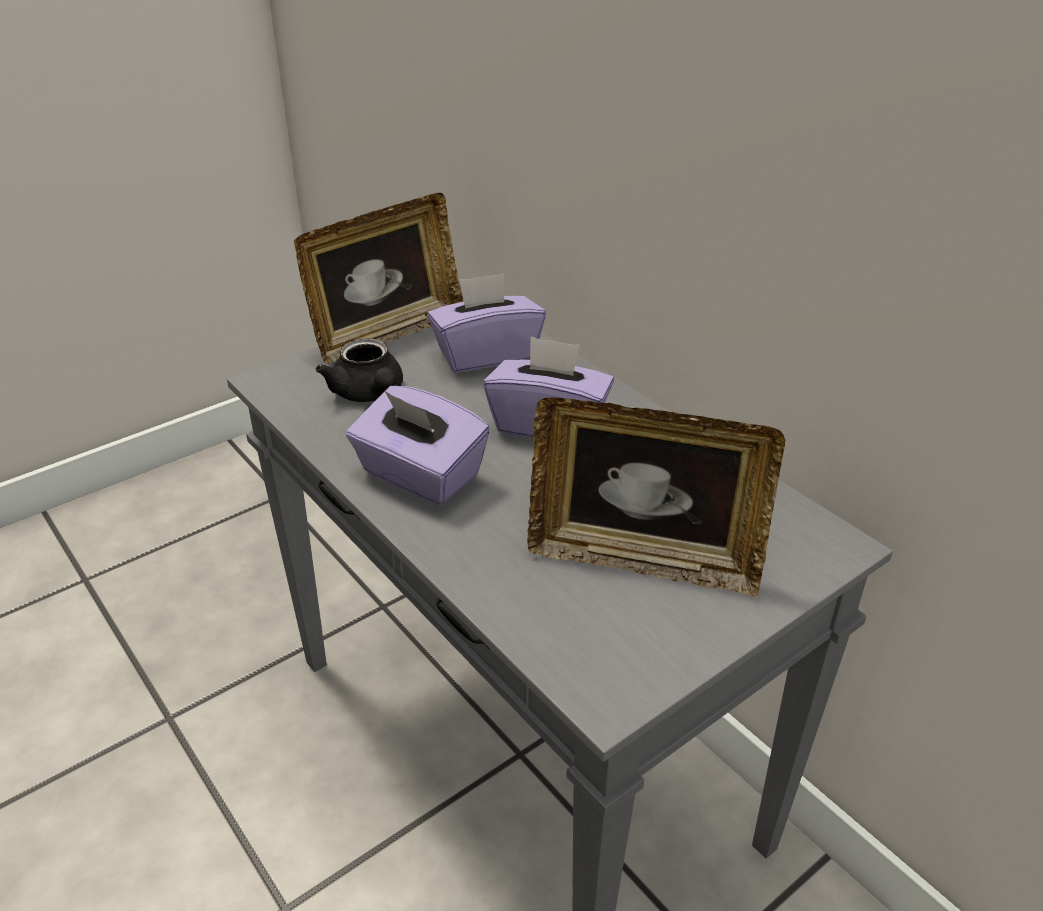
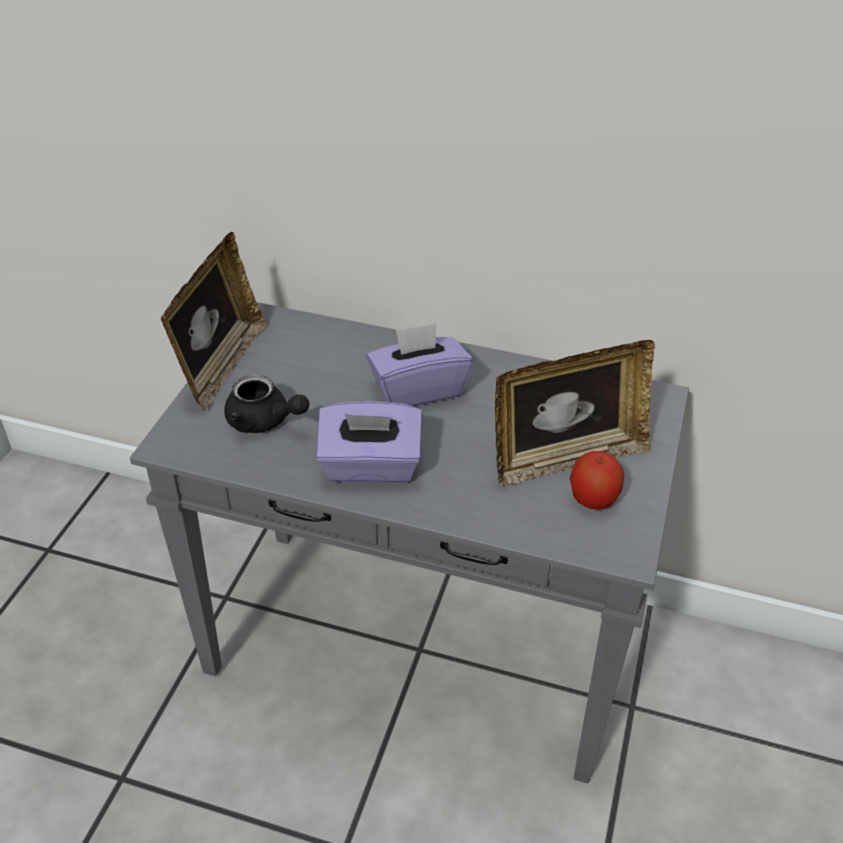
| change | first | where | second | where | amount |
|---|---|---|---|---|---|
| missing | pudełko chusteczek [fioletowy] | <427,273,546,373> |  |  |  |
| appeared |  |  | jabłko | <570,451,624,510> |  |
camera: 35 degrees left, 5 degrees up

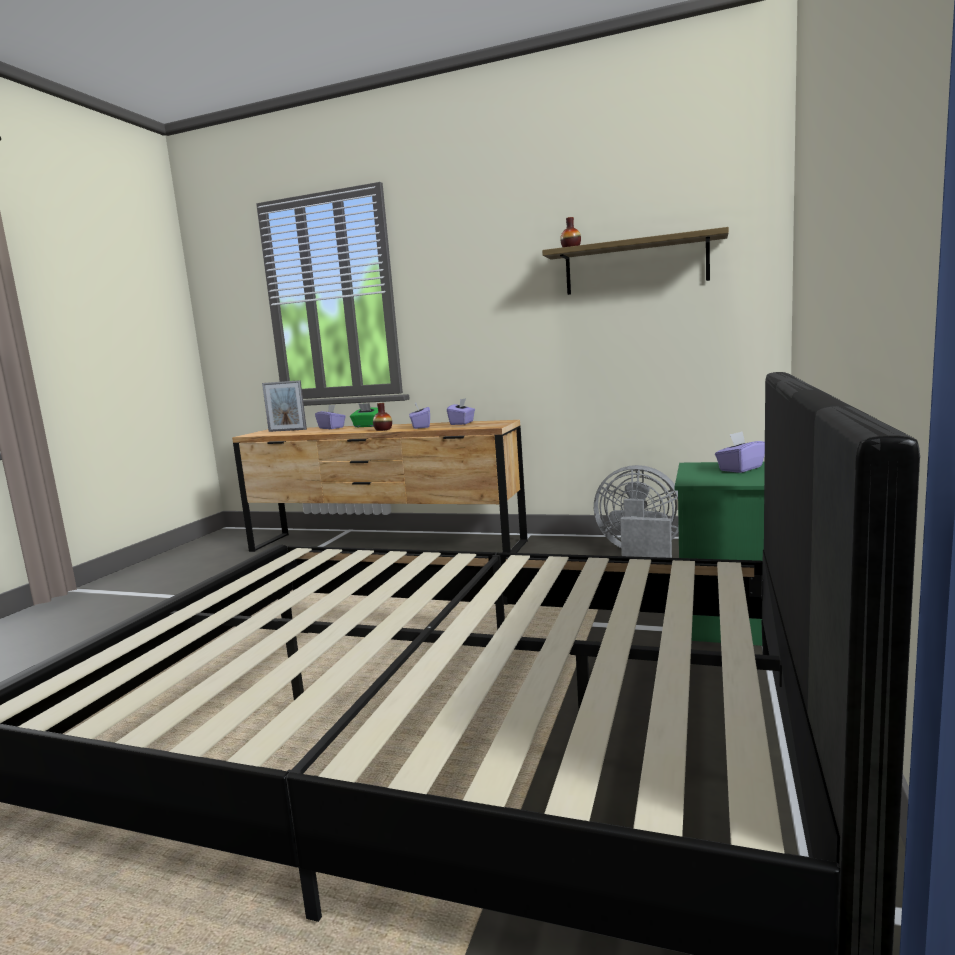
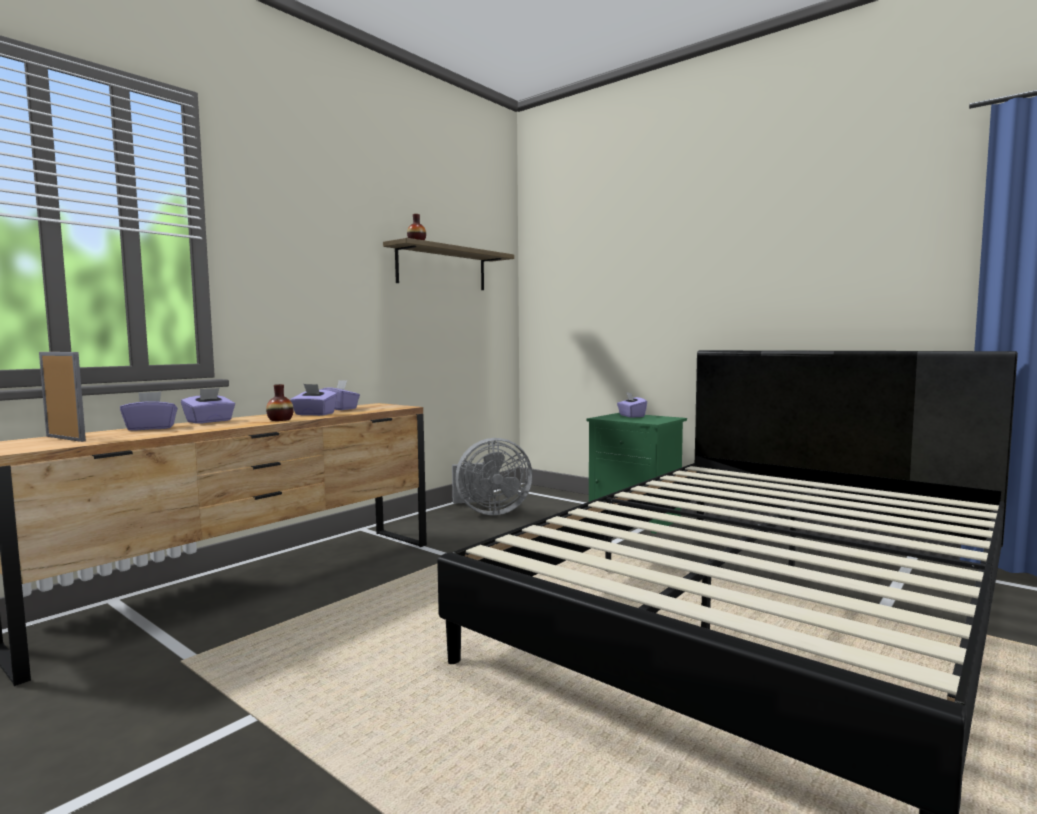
| change | first | where | second | where | amount |
|---|---|---|---|---|---|
| spun | ramka na zdjęcie | <262,380,307,432> |  | <39,352,86,442> | 90 degrees counterclockwise |
| colour | pudełko chusteczek [zielony] | <350,403,378,427> | pudełko chusteczek [fioletowy] | <181,388,235,424> |  |
| spun | wentylator [szary] | <594,465,679,558> |  | <452,438,533,515> | 150 degrees counterclockwise |
camera: 70 degrees left, 5 degrees down

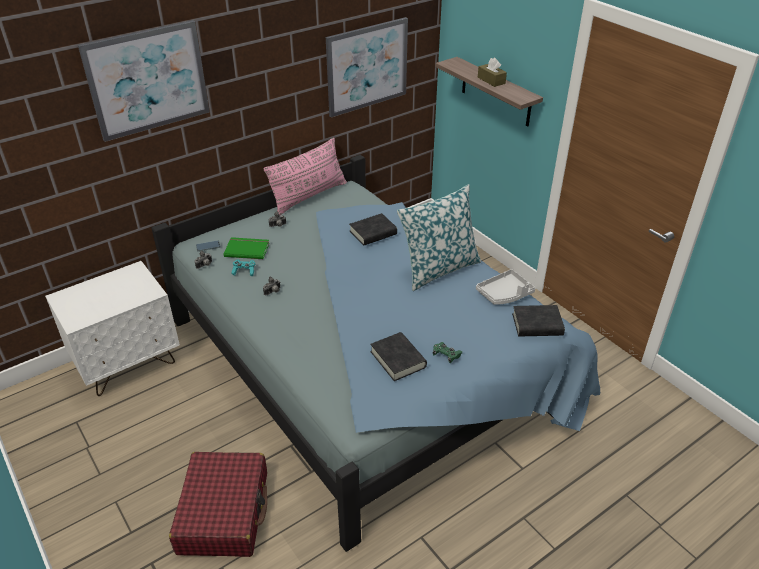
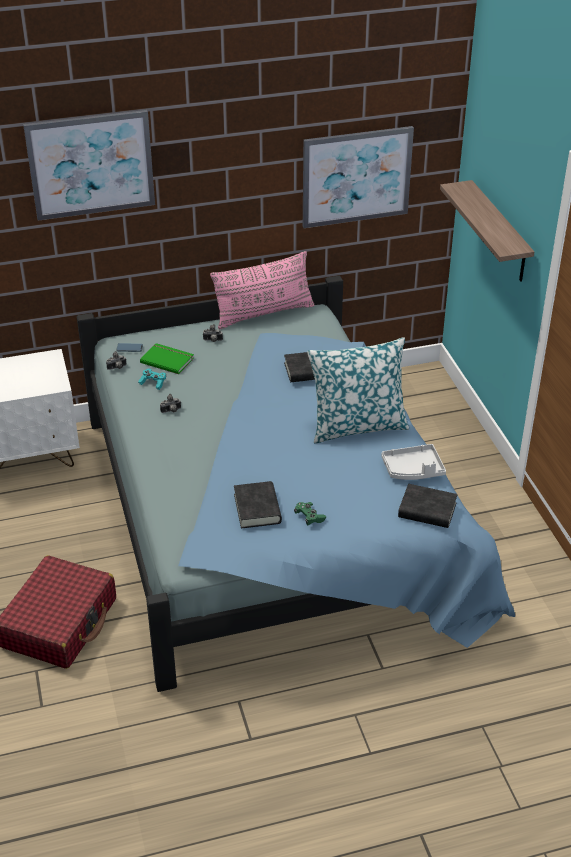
| change | first | where | second | where | amount |
|---|---|---|---|---|---|
| missing | pudełko chusteczek [brązowy] | <478,58,507,87> |  |  |  |
camera: 20 degrees right, 0 degrees up

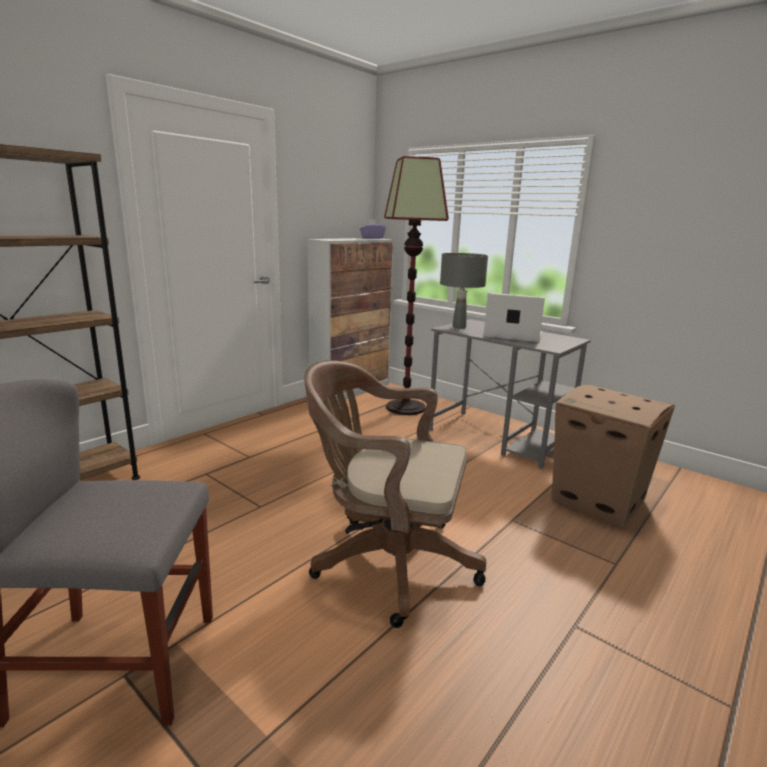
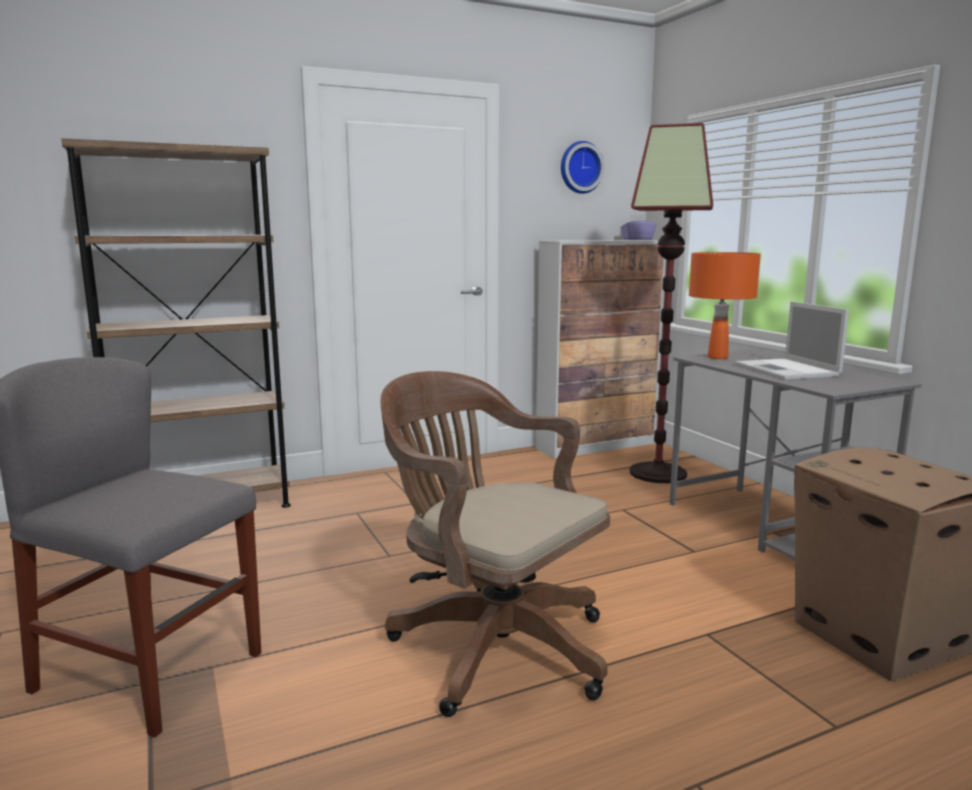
| change | first | where | second | where | amount |
|---|---|---|---|---|---|
| colour | lampa stołowa [szary] | <440,253,488,329> | lampa stołowa [pomarańczowy] | <689,252,761,359> |  |
| spun | laptop | <484,293,545,342> |  | <735,301,849,380> | 150 degrees counterclockwise |
| appeared |  |  | zegar ścienny | <561,141,604,194> |  |
camera: 25 degrees right, 5 degrees down

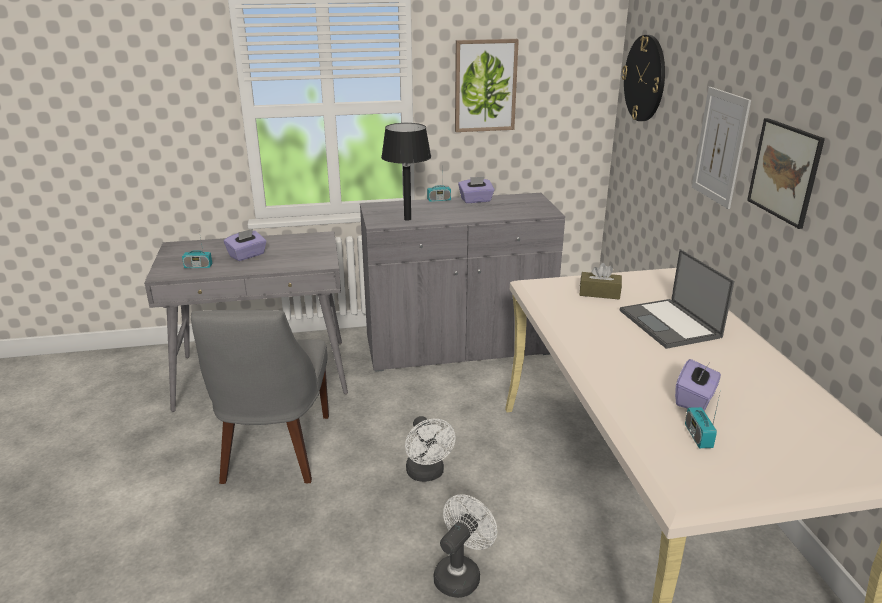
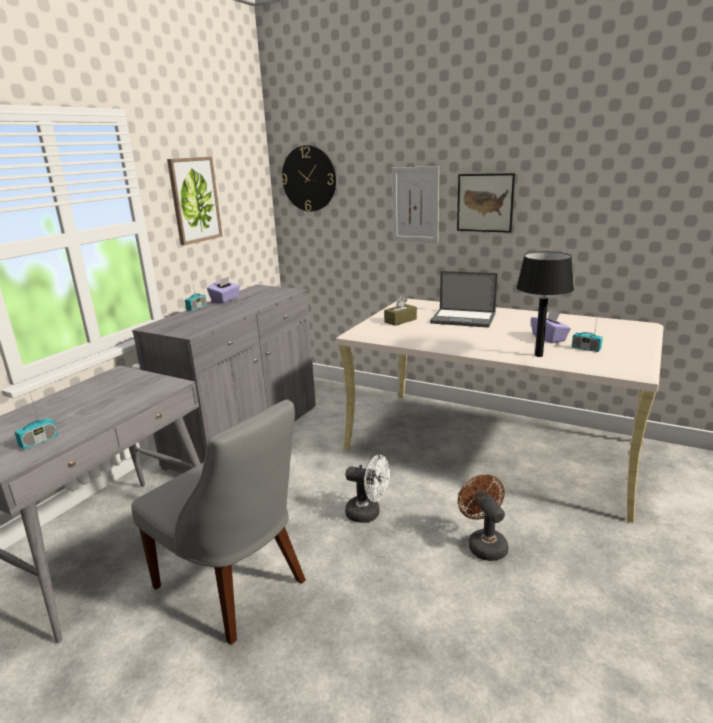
| change | first | where | second | where | amount |
|---|---|---|---|---|---|
| missing | pudełko chusteczek [fioletowy] | <224,229,267,261> |  |  |  |
| relocated | lampa stołowa [czarny] | <381,123,431,221> |  | <516,251,574,357> |  |
| colour | wentylator [biały] | <434,495,497,598> | wentylator [brązowy] | <458,474,508,561> |  |
camera: 50 degrees left, 5 degrees down

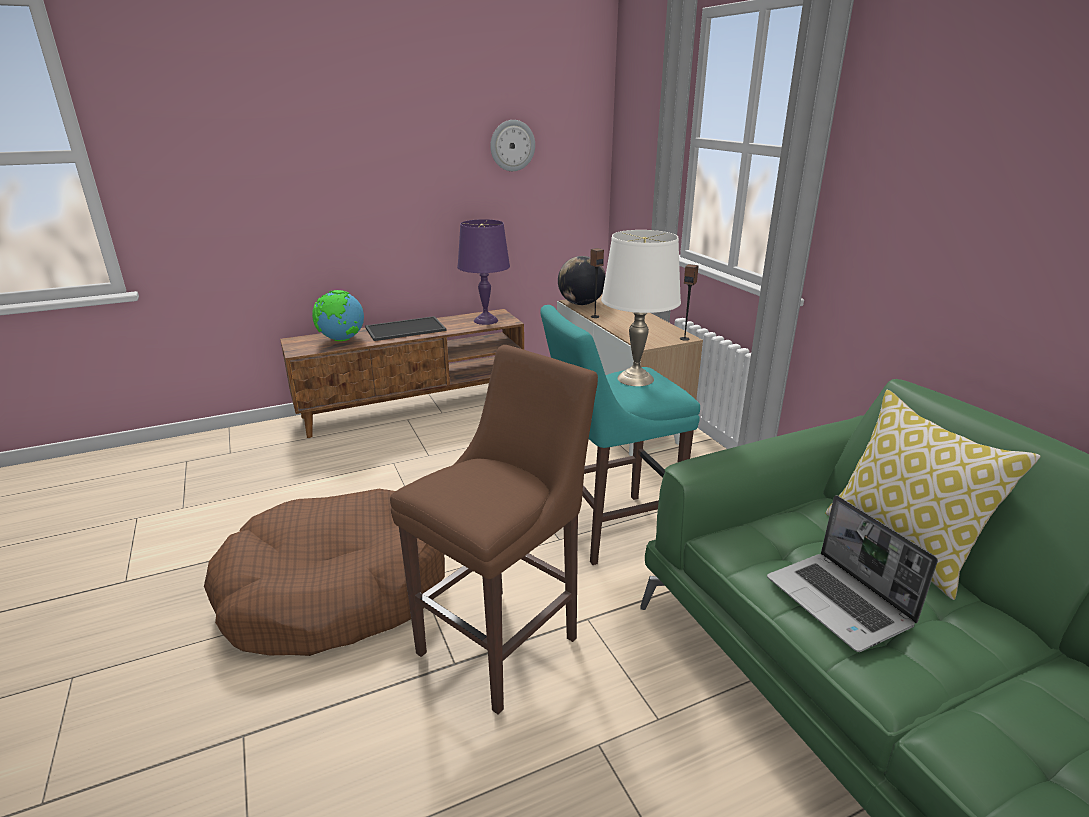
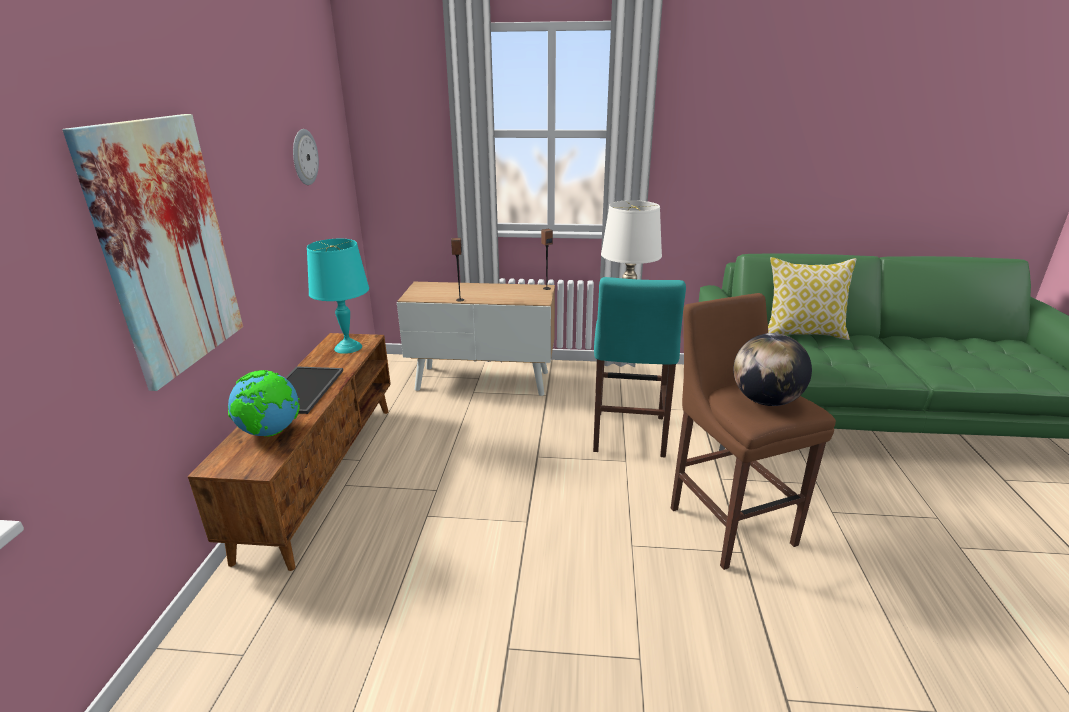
| change | first | where | second | where | amount |
|---|---|---|---|---|---|
| missing | legowisko [brązowy] | <204,489,445,656> |  |  |  |
| colour | lampa stołowa [fioletowy] | <457,219,510,325> | lampa stołowa [turkusowy] | <307,239,369,354> |  |
| relocated | globus | <558,256,606,305> |  | <733,333,812,406> |  |
| missing | laptop | <767,495,938,652> |  |  |  |
| appeared |  |  | obraz | <63,114,243,391> |  |
camera: 60 degrees left, 0 degrees up

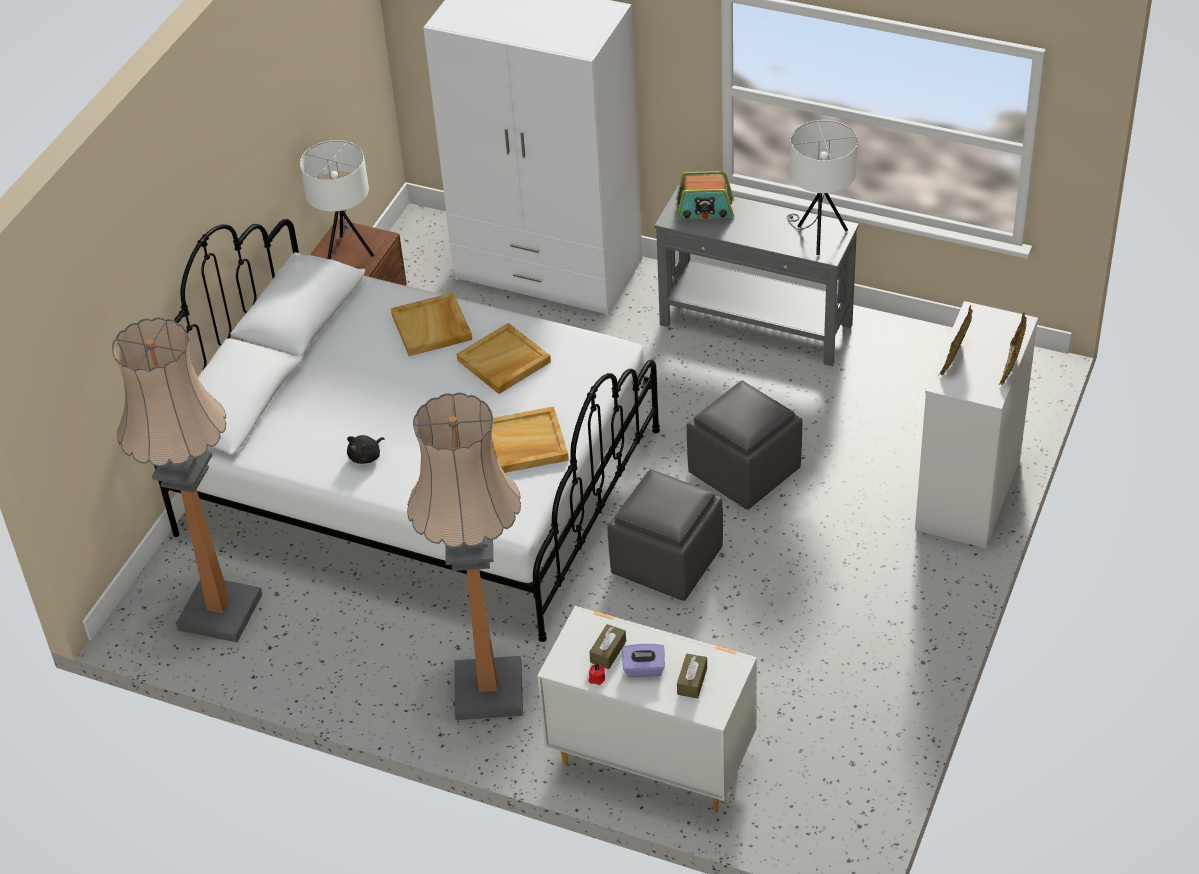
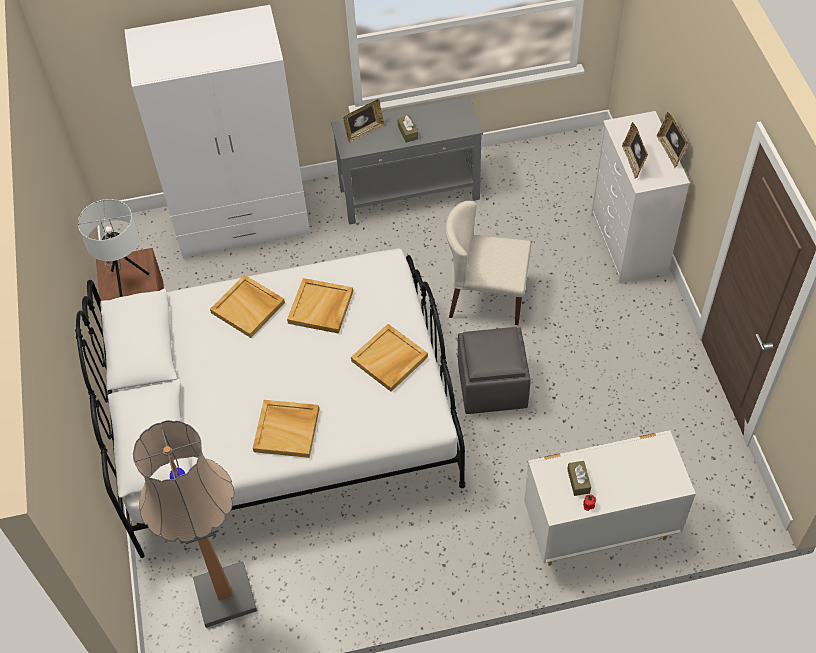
| change | first | where | second | where | amount |
|---|---|---|---|---|---|
| exchanged | pluszak [czarny] | <347,435,385,464> | taca [beżowy] | <253,400,319,458> |  |
| missing | lampa stojąca | <407,392,523,720> |  |  |  |
| missing | pudełko chusteczek [fioletowy] | <622,644,665,677> |  |  |  |
| exchanged | radio | <676,171,734,219> | ramka na zdjęcie | <343,99,385,143> |  |
| relocated | pudełko chusteczek [brązowy] | <677,654,707,698> |  | <397,115,418,143> |  |
| exchanged | pufa [szary] | <687,380,802,510> | krzesło [beżowy] | <445,201,531,325> |  |
| missing | lampa stołowa [biały] | <787,120,858,255> |  |  |  |
camera: 35 degrees left, 10 degrees up

